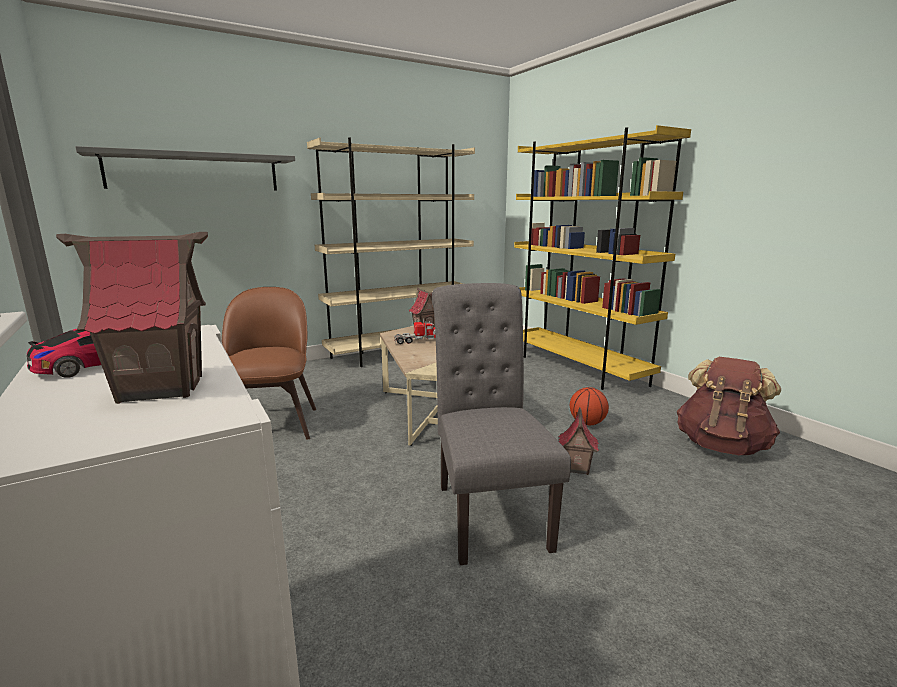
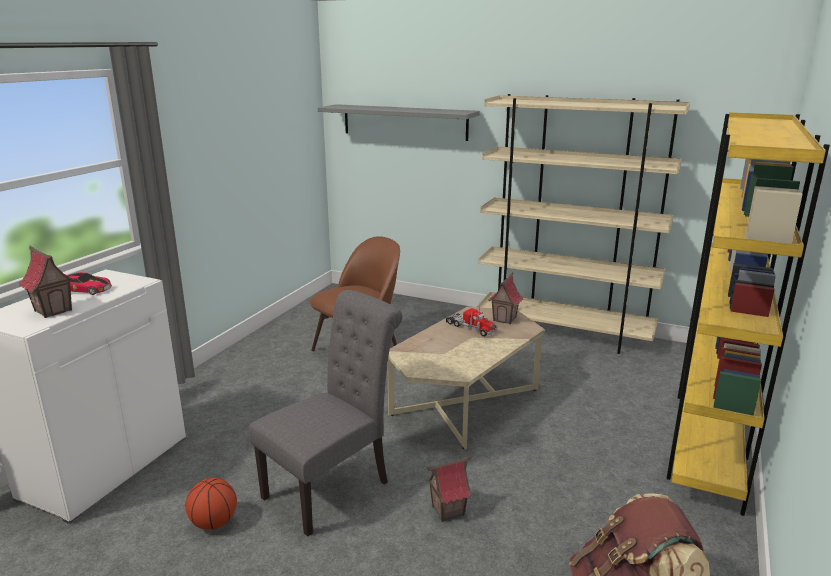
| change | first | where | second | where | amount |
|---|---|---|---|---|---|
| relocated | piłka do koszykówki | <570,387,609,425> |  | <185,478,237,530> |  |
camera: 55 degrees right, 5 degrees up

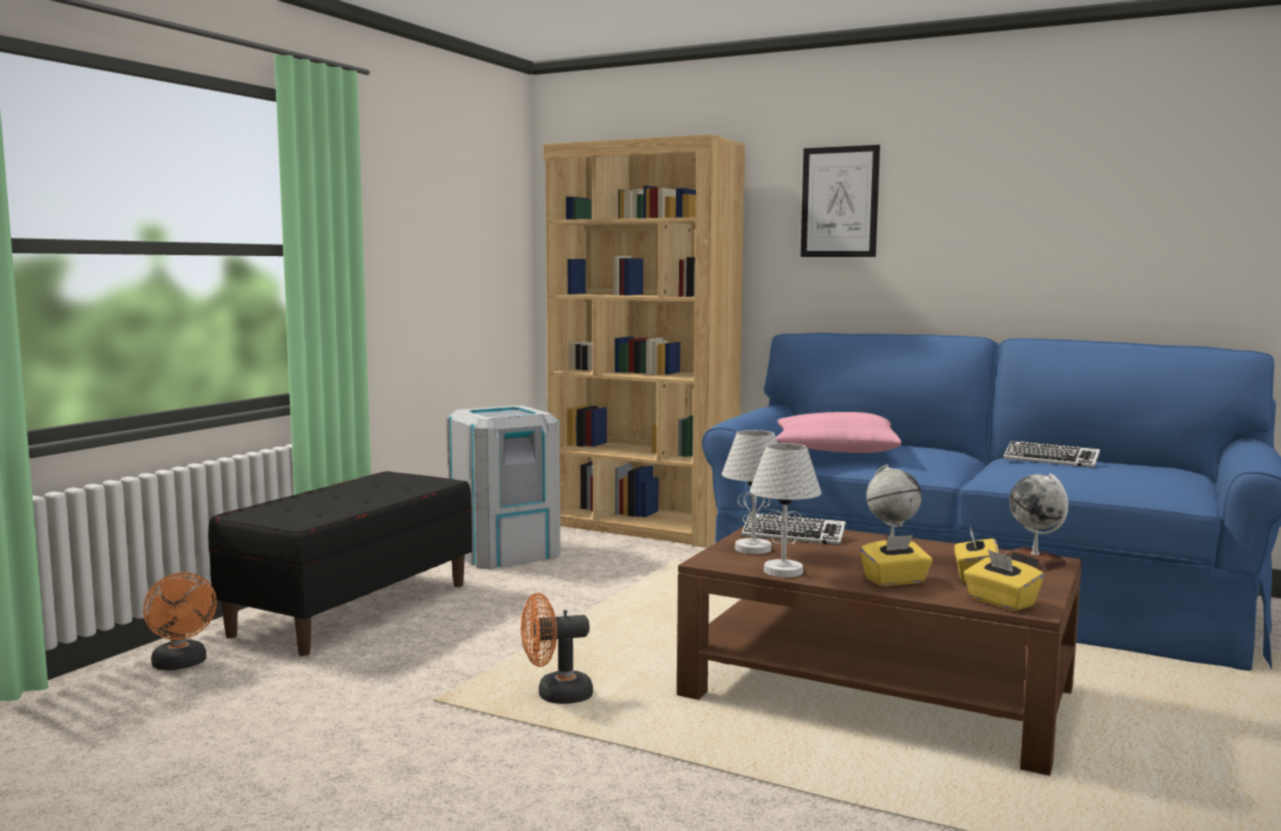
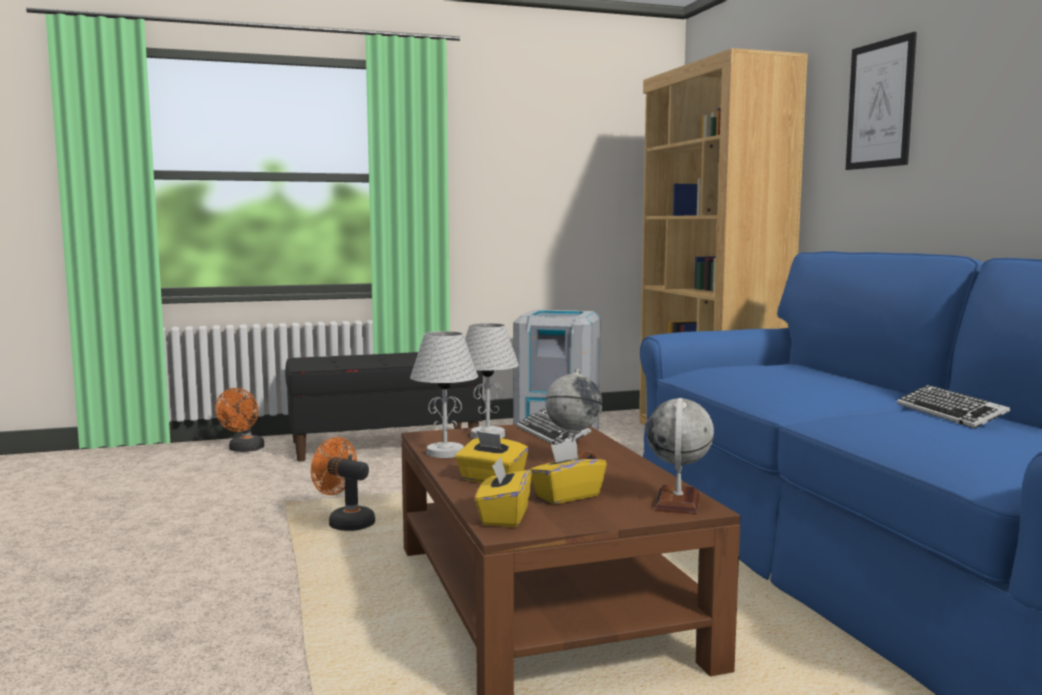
| change | first | where | second | where | amount |
|---|---|---|---|---|---|
| missing | poduszka [różowy] | <776,412,902,453> |  |  |  |
camera: 45 degrees right, 0 degrees up

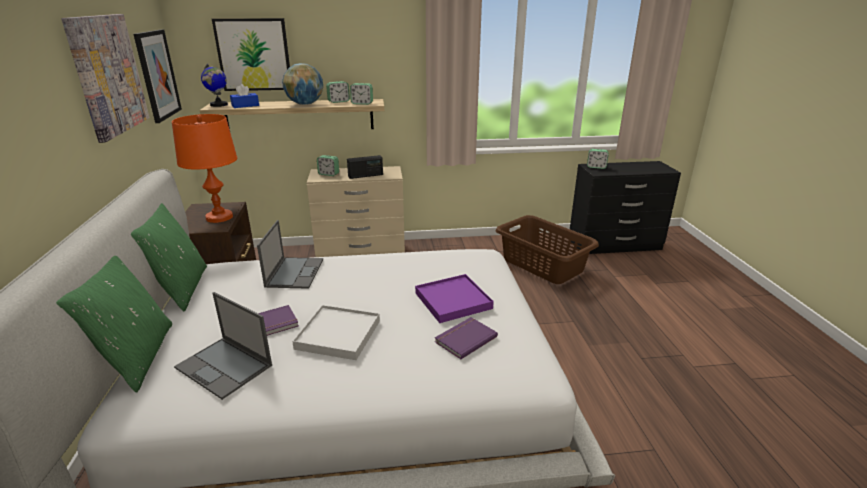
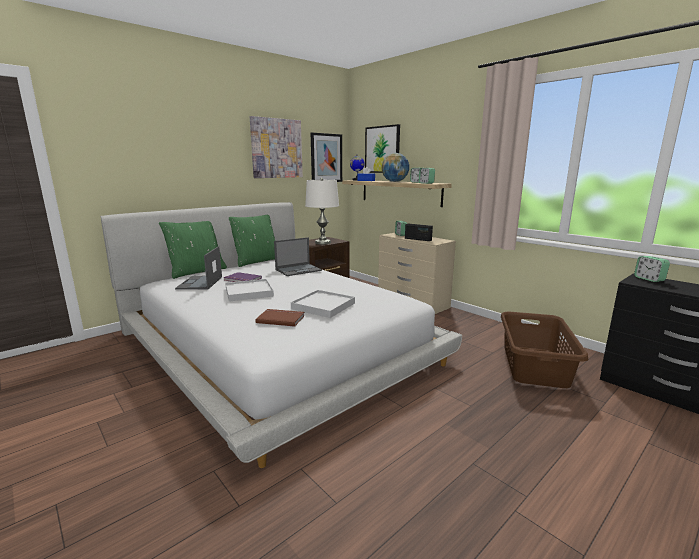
| change | first | where | second | where | amount |
|---|---|---|---|---|---|
| colour | lampa stołowa [pomarańczowy] | <172,114,237,223> | lampa stołowa [biały] | <305,178,339,245> |  |
| colour | taca [fioletowy] | <415,274,494,323> | taca [biały] | <291,290,355,318> |  |
| colour | książka [fioletowy] | <435,317,498,360> | książka [brązowy] | <255,309,305,327> |  |
camera: 55 degrees right, 10 degrees down

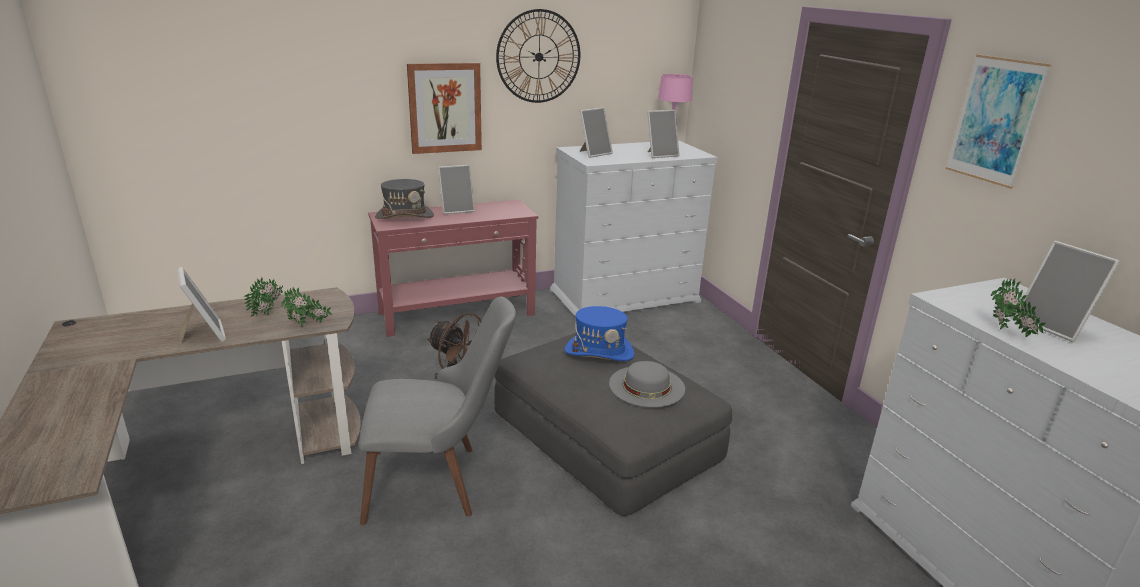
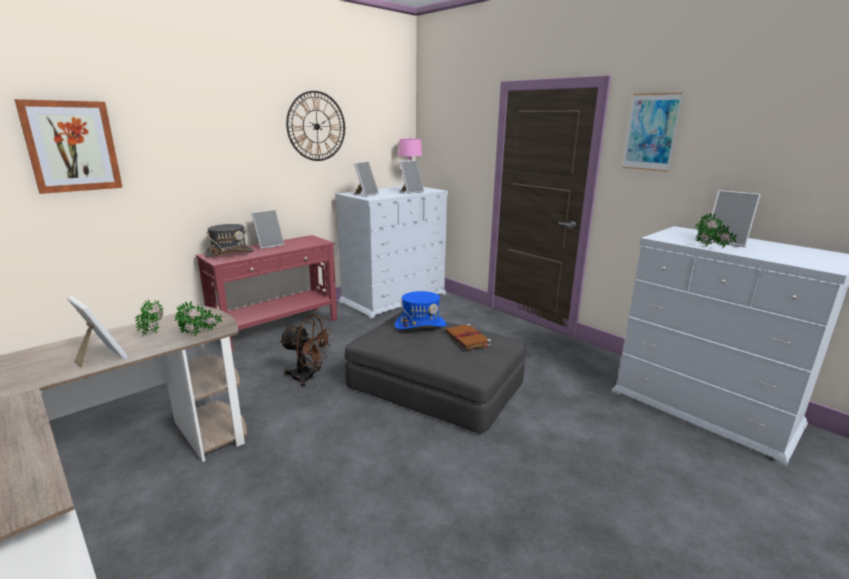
| change | first | where | second | where | amount |
|---|---|---|---|---|---|
| missing | krzesło [szary] | <359,297,516,525> |  |  |  |
| relocated | obraz | <407,63,482,154> |  | <14,99,123,194> |  |
| exchanged | kapelusz [szary] | <609,361,685,407> | książka [brązowy] | <445,324,491,350> |  |
camera: 20 degrees left, 5 degrees down

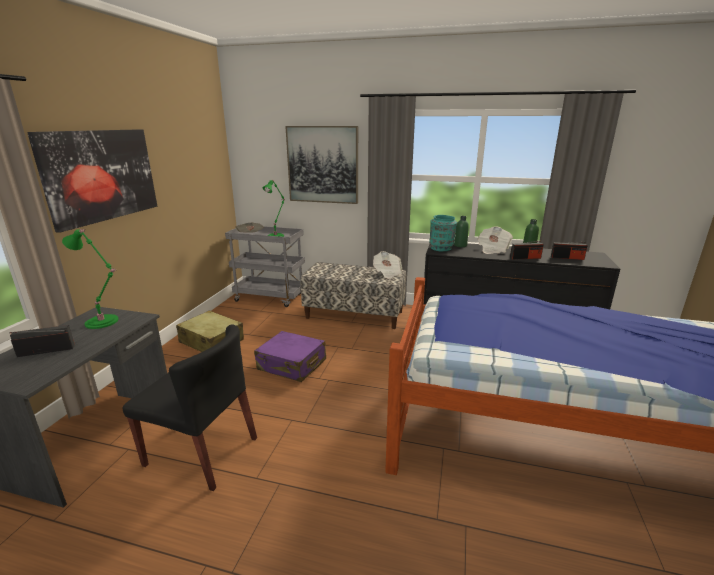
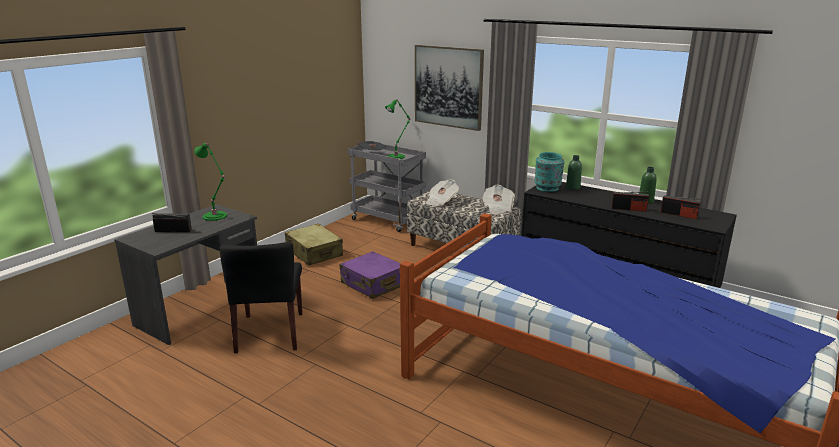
| change | first | where | second | where | amount |
|---|---|---|---|---|---|
| missing | obraz | <27,129,157,233> |  |  |  |
| spun | krzesło [czarny] | <123,324,257,491> |  | <220,242,303,353> | 45 degrees clockwise |
| relocated | gazeta | <477,226,513,254> |  | <426,179,459,205> |  |
camera: 20 degrees right, 0 degrees up

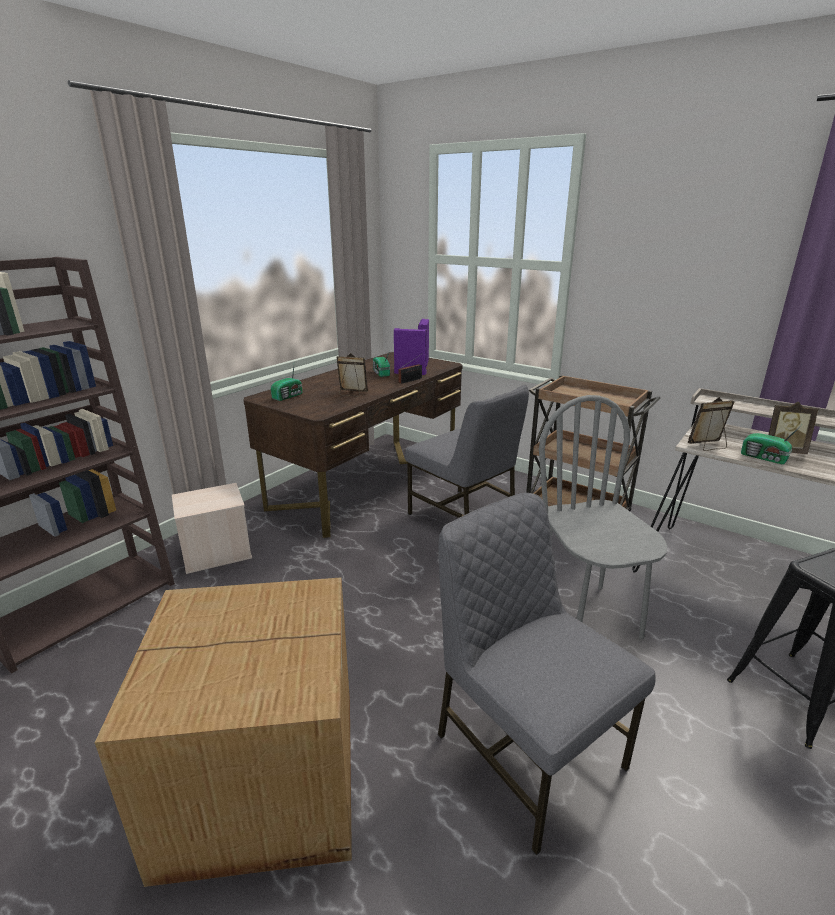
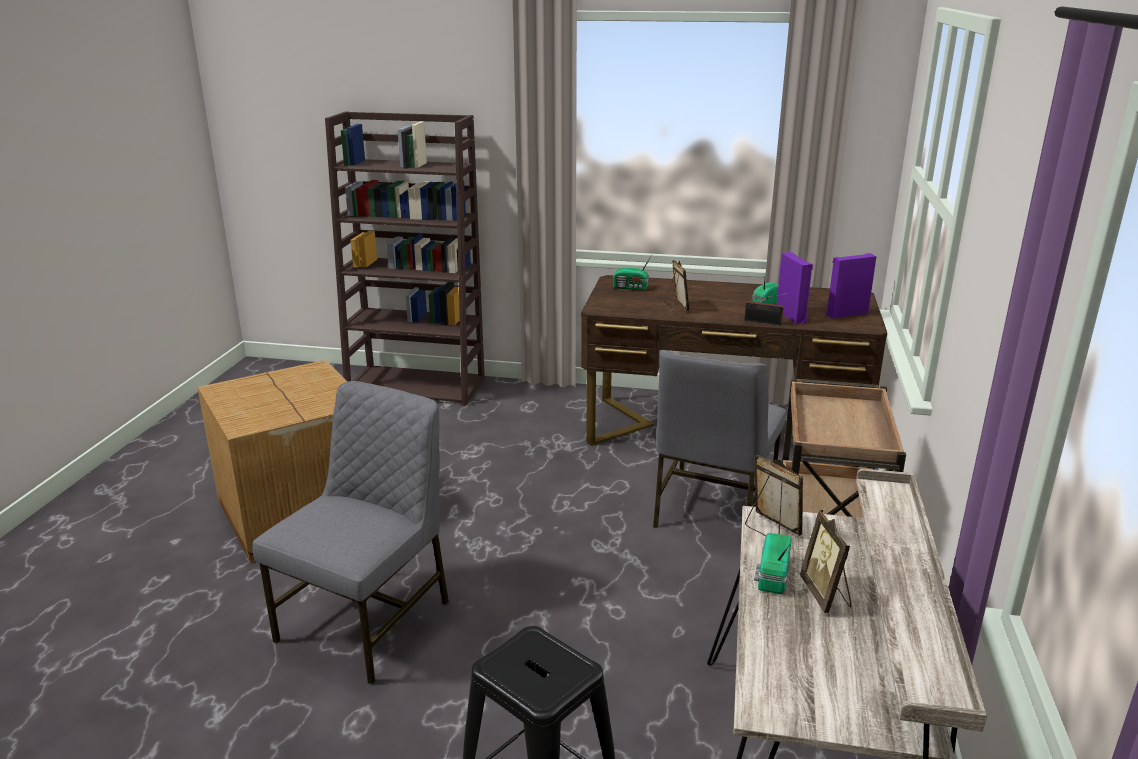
| change | first | where | second | where | amount |
|---|---|---|---|---|---|
| missing | pojemnik do przechowywania [beżowy] | <172,483,252,574> |  |  |  |
| missing | krzesło [szary] | <539,395,667,639> |  |  |  |
camera: 65 degrees right, 0 degrees up

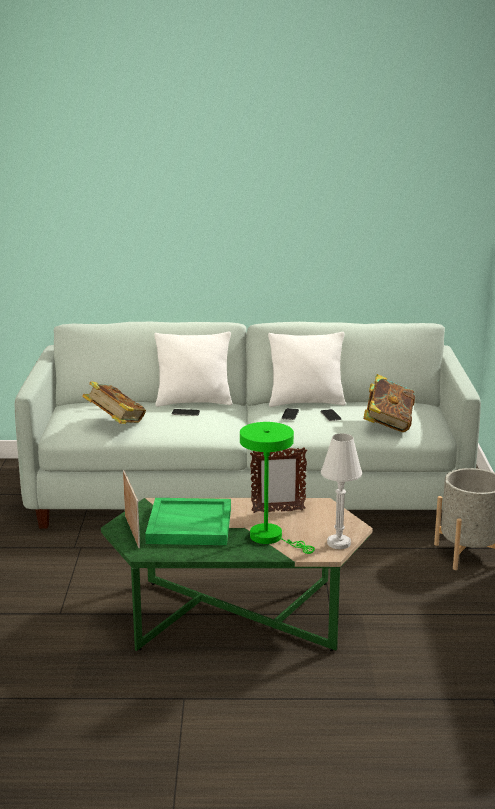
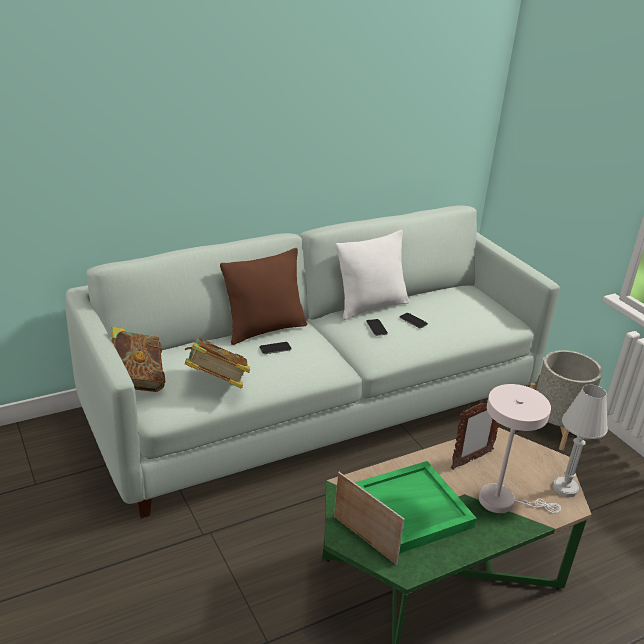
| change | first | where | second | where | amount |
|---|---|---|---|---|---|
| colour | poduszka [biały] | <154,331,232,407> | poduszka [brązowy] | <220,248,307,345> |  |
| colour | lampa stołowa [zielony] | <240,422,315,554> | lampa stołowa [biały] | <479,384,561,514> |  |
| relocated | książka | <363,374,415,432> |  | <110,327,165,392> |  |
camera: 30 degrees left, 10 degrees up

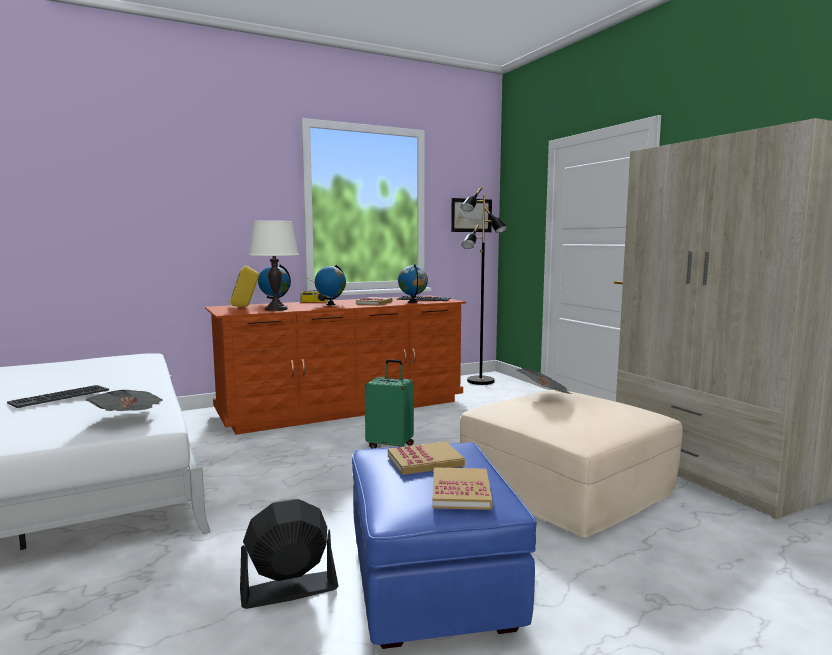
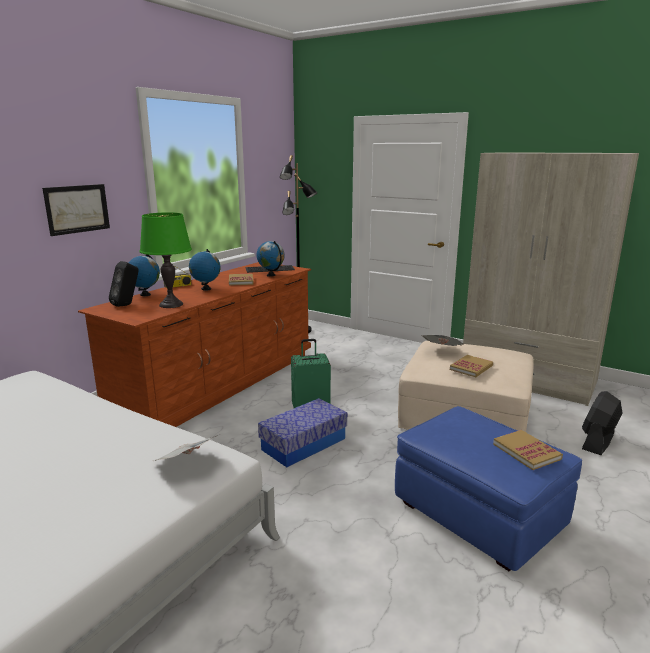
| change | first | where | second | where | amount |
|---|---|---|---|---|---|
| missing | klawiatura | <7,385,109,408> |  |  |  |
| colour | głośnik [żółty] | <230,266,259,307> | głośnik [czarny] | <109,261,139,307> |  |
| relocated | wentylator [czarny] | <240,499,338,609> |  | <582,391,622,455> |  |
| colour | lampa stołowa [biały] | <249,220,299,311> | lampa stołowa [zielony] | <139,212,192,308> |  |
| relocated | książka | <388,442,465,475> |  | <450,355,493,377> |  |
| relocated | obraz | <451,198,492,232> |  | <42,184,110,236> |  |
| appeared |  |  | pojemnik do przechowywania | <258,398,347,467> |  |
camera: 30 degrees left, 10 degrees up

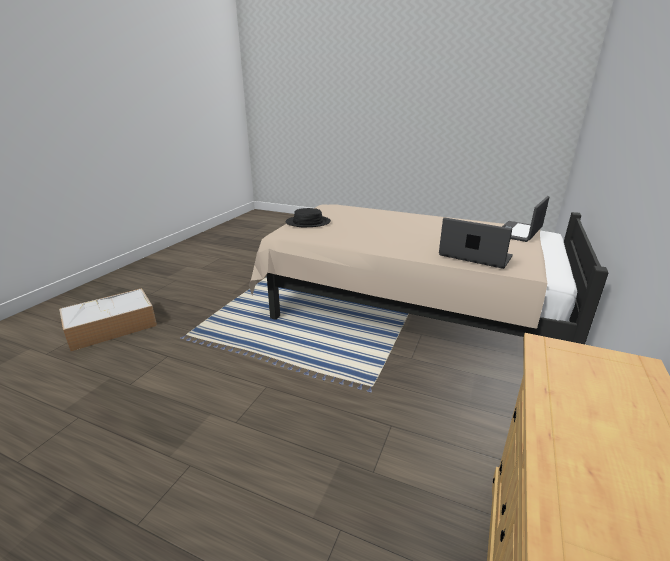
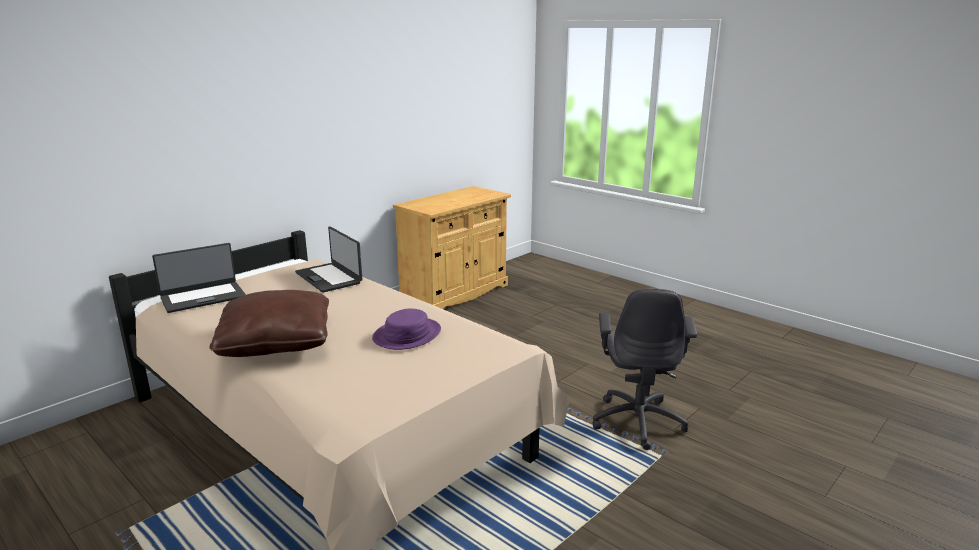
| change | first | where | second | where | amount |
|---|---|---|---|---|---|
| missing | pojemnik do przechowywania | <59,288,157,351> |  |  |  |
| missing | kapelusz [czarny] | <285,208,331,227> |  |  |  |
| appeared |  |  | poduszka [brązowy] | <210,290,329,357> |  |
| appeared |  |  | kapelusz [fioletowy] | <372,309,441,350> |  |
| appeared |  |  | krzesło biurowe [szary] | <592,289,697,450> |  |
camera: 160 degrees left, 5 degrees down

